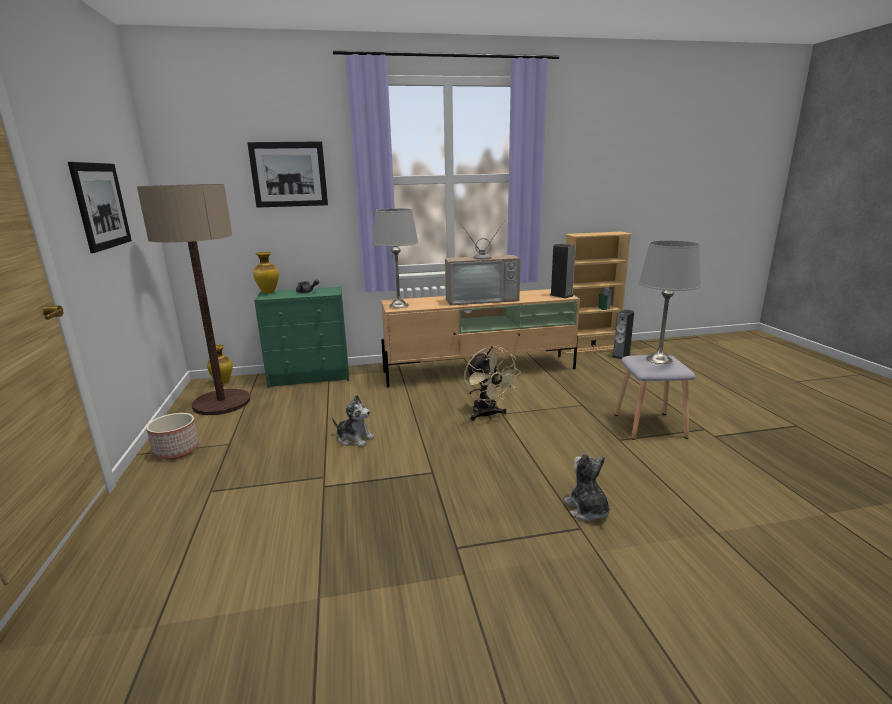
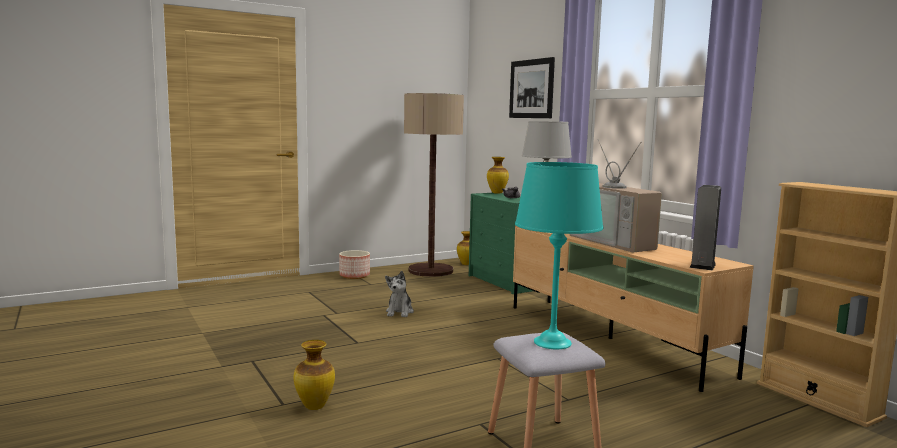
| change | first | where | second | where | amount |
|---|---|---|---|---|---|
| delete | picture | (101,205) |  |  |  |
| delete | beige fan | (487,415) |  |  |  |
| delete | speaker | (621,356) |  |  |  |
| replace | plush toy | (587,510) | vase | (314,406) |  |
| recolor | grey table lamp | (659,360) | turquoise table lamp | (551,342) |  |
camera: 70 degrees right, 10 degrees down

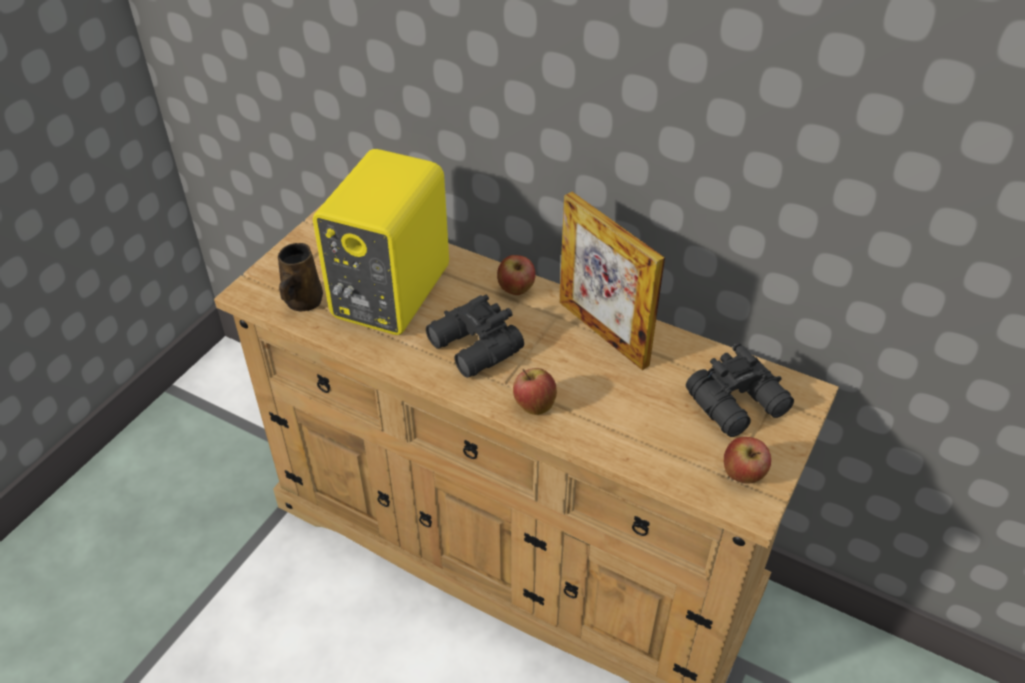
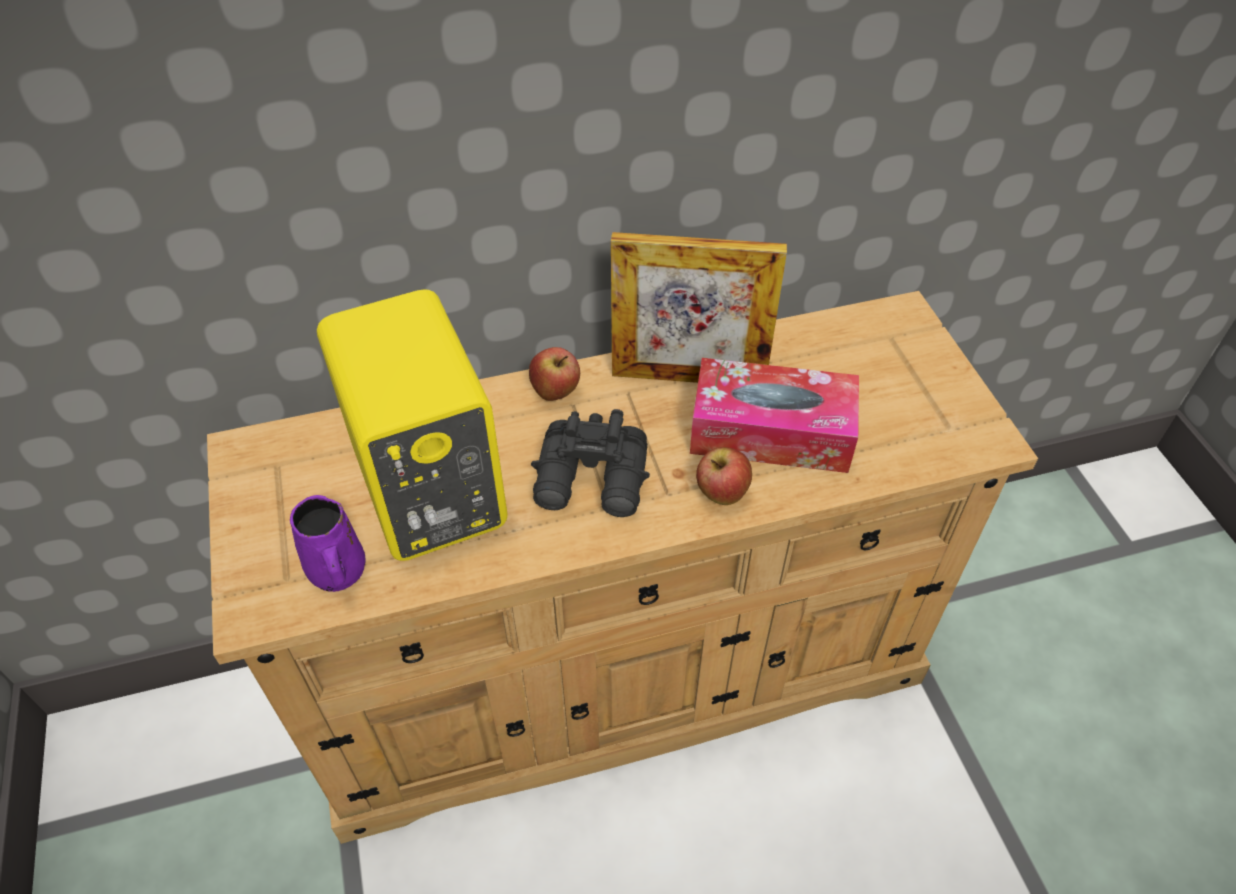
| change | first | where | second | where | amount |
|---|---|---|---|---|---|
| delete | black binoculars | (739,404) |  |  |  |
| delete | apple | (742,476) |  |  |  |
| insert |  |  | tissue box | (771,432) |  |
| recolor | brown mug | (302,302) | purple mug | (338,573) |  |
camera: 45 degrees left, 5 degrees up

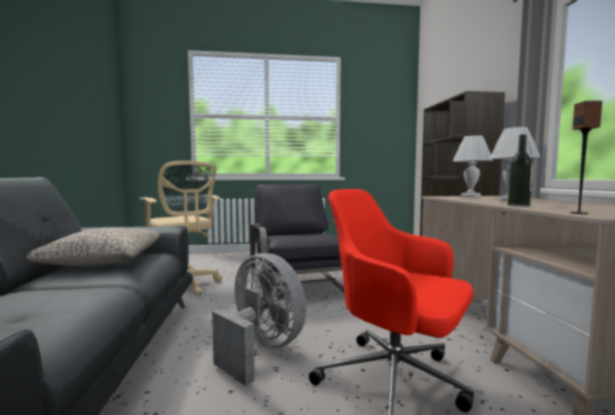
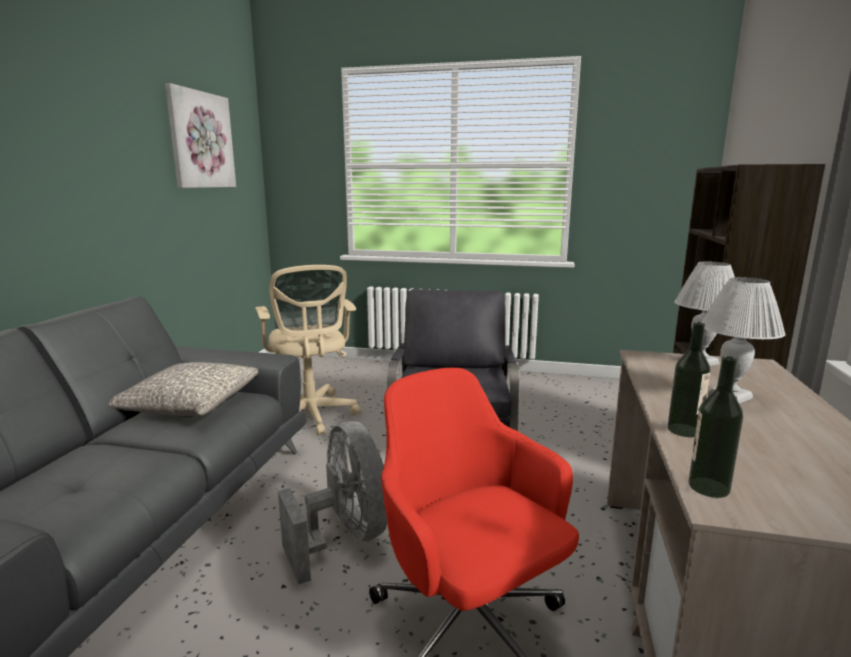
| change | first | where | second | where | amount |
|---|---|---|---|---|---|
| insert |  |  | picture | (200,140) |  |
| replace | speaker | (579,213) | bottle | (708,487) |  |
camera: 20 degrees right, 10 degrees up

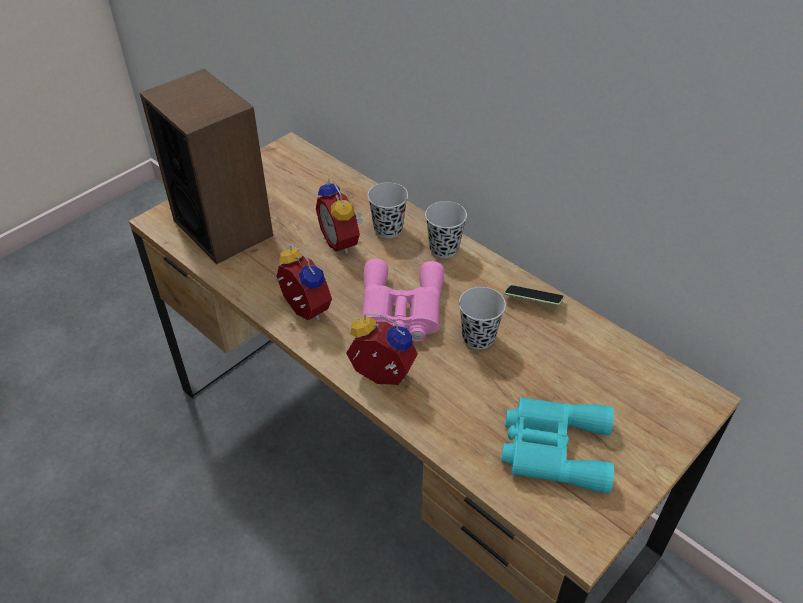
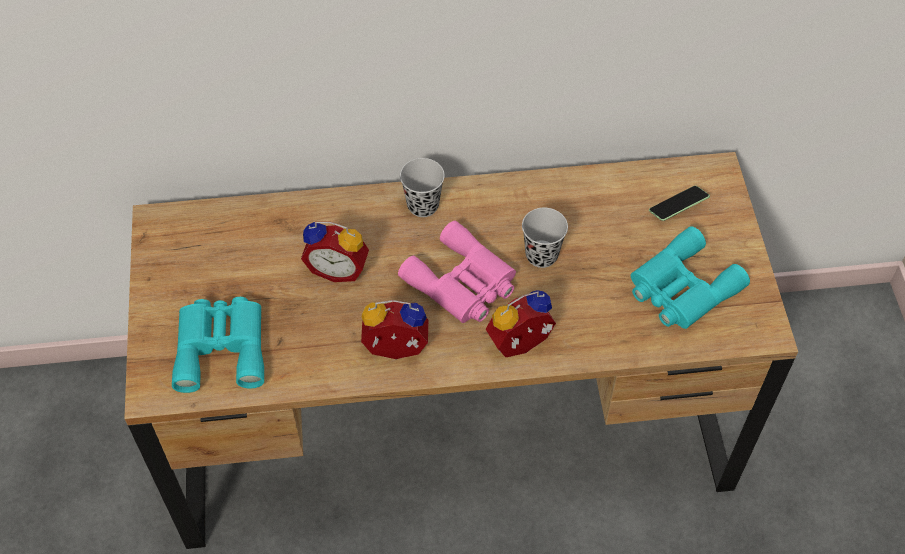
| change | first | where | second | where | amount |
|---|---|---|---|---|---|
| delete | black cup | (388,229) |  |  |  |
| move | phone | (533,301) |  | (677,208) |  |
| replace | speaker | (223,227) | turquoise binoculars | (222,346) |  |
camera: 50 degrees left, 10 degrees up

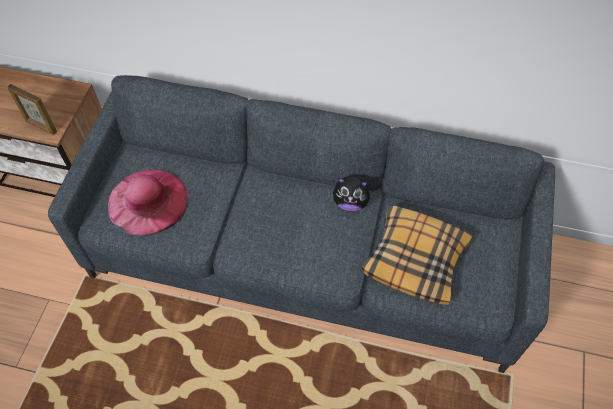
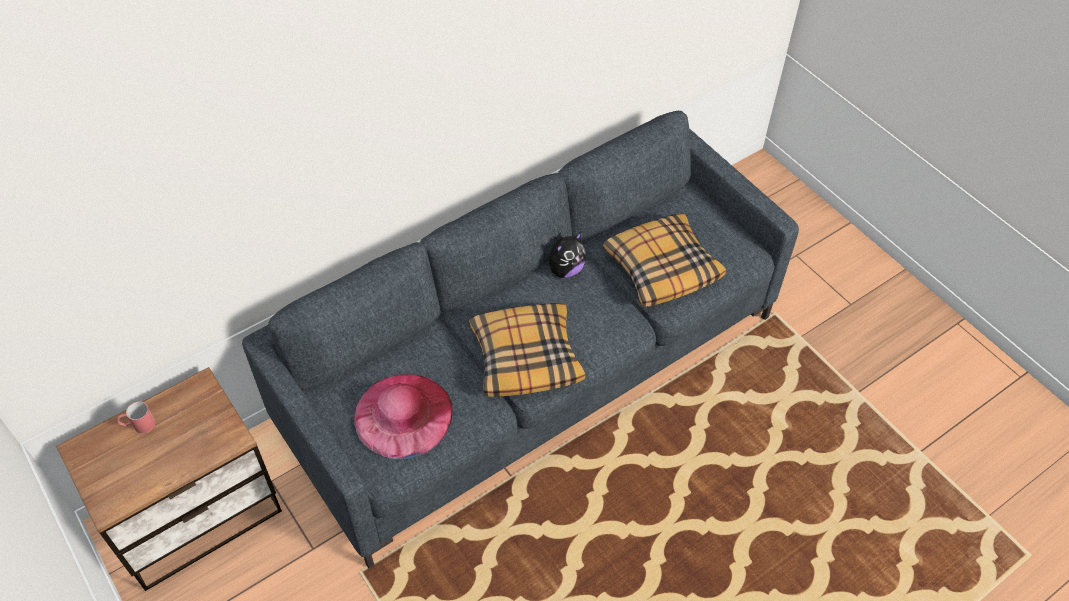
| change | first | where | second | where | amount |
|---|---|---|---|---|---|
| delete | picture frame | (41,126) |  |  |  |
| insert |  |  | red mug | (138,425) |  |
| insert |  |  | pillow | (525,357) |  |
camera: 50 degrees left, 5 degrees down

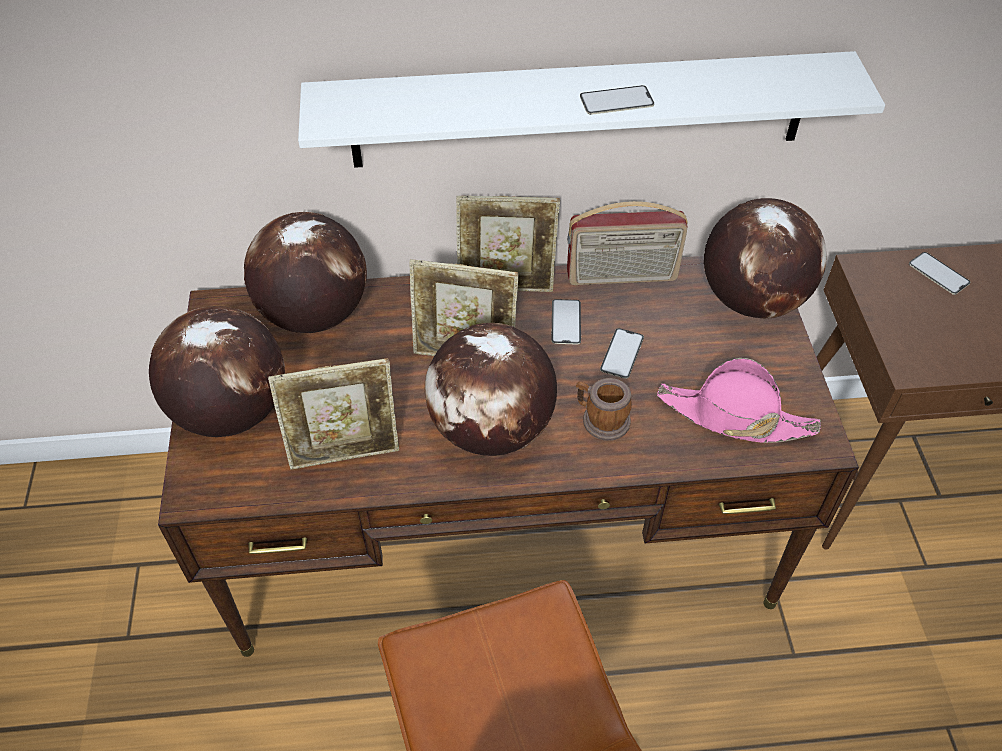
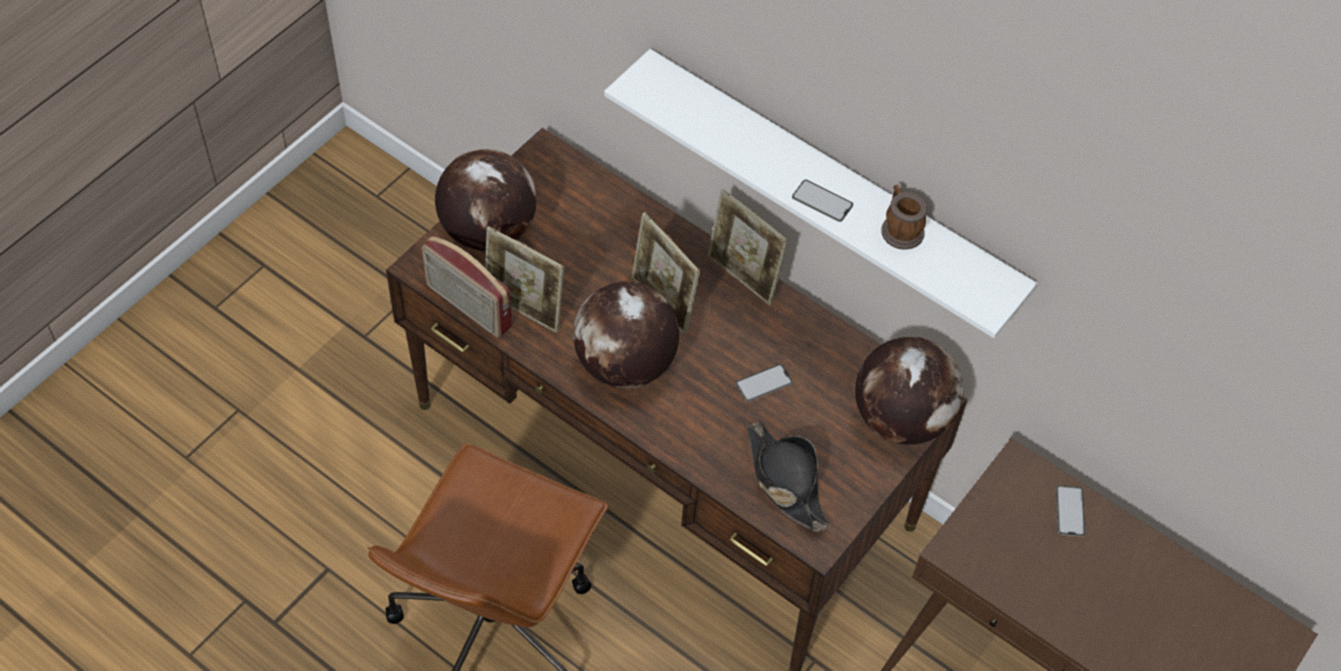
| change | first | where | second | where | amount |
|---|---|---|---|---|---|
| delete | globe | (313,314) |  |  |  |
| delete | phone | (566,322) |  |  |  |
| move | radio | (622,277) |  | (467,307) |  |
| move | mug | (601,419) |  | (900,228) |  |
| recolor | pink hat | (734,416) | black hat | (785,480) |  |
camera: 40 degrees right, 5 degrees up

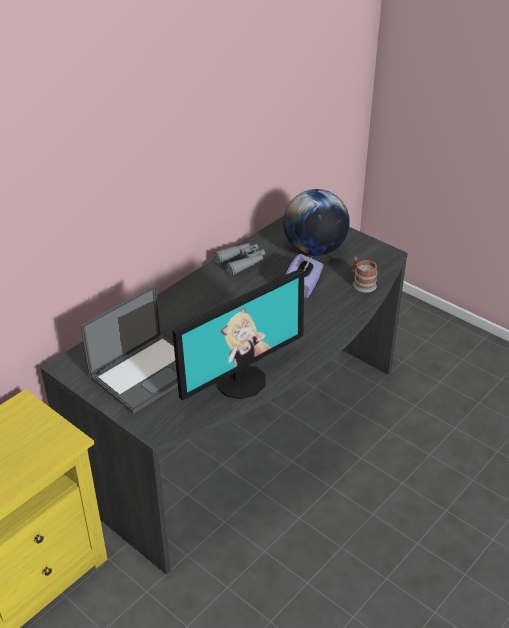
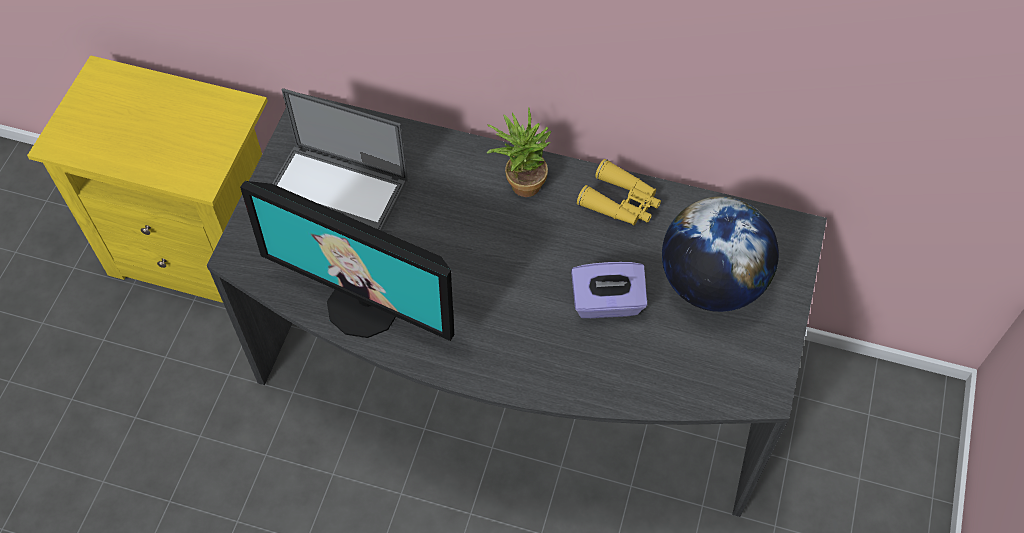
| change | first | where | second | where | amount |
|---|---|---|---|---|---|
| delete | mug | (362,283) |  |  |  |
| insert |  |  | potted plant | (520,182) |  |
| recolor | grey binoculars | (241,262) | yellow binoculars | (621,202) |  |
camera: 65 degrees right, 20 degrees up

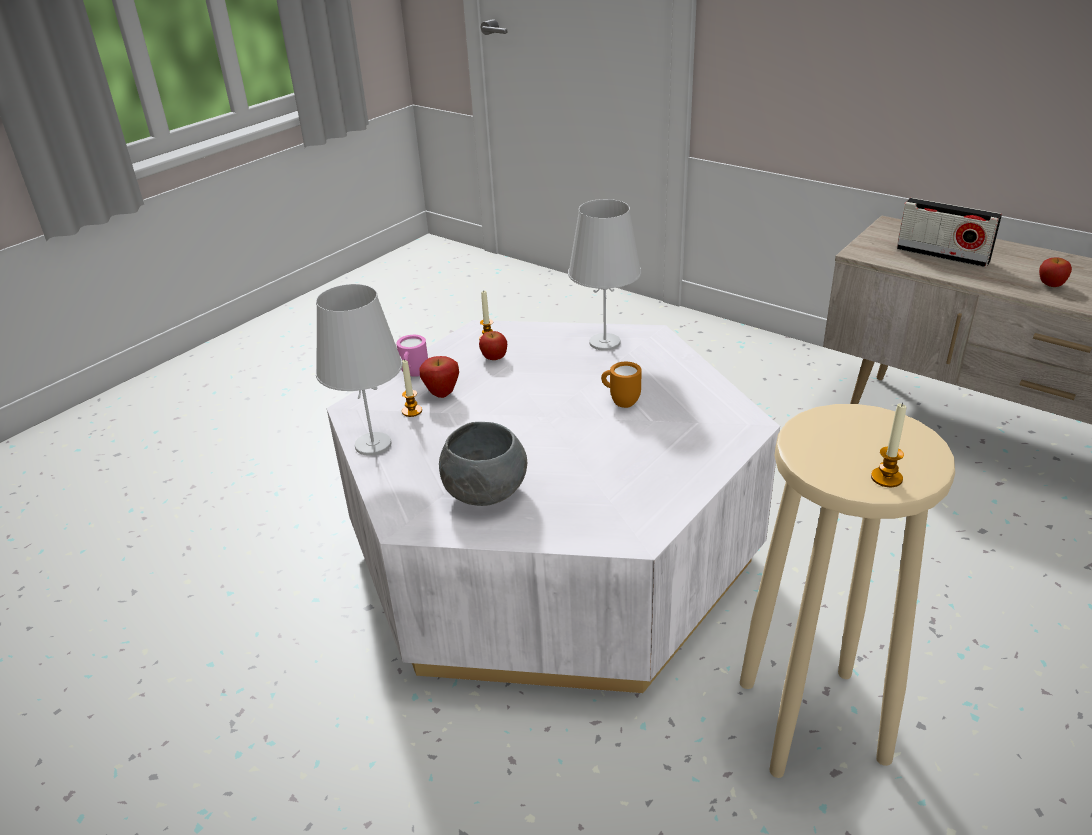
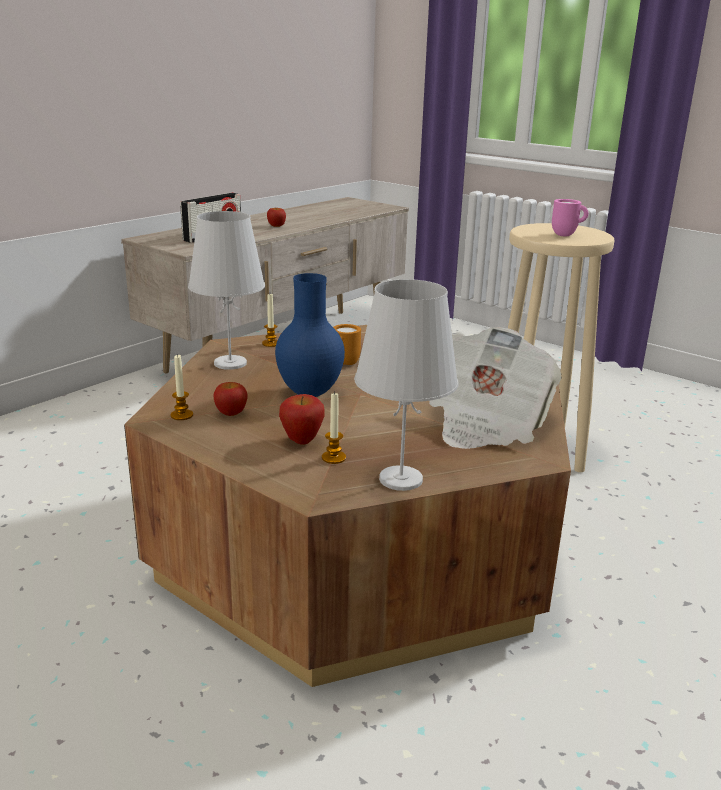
| change | first | where | second | where | amount |
|---|---|---|---|---|---|
| insert |  |  | blue vase | (310,394) |  |
| move | pink mug | (414,375) |  | (567,235) |  |
| move | candle | (886,478) |  | (271,343) |  |
| replace | grey bowl | (484,493) | newspaper | (486,422) |  |
| recolor | white coffee table | (552,551) | brown coffee table | (356,545) |  |
camera: 90 degrees left, 10 degrees down

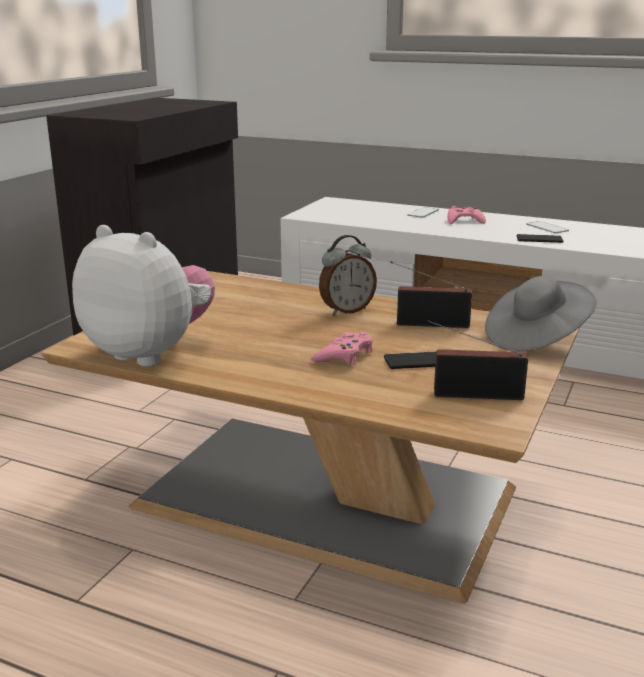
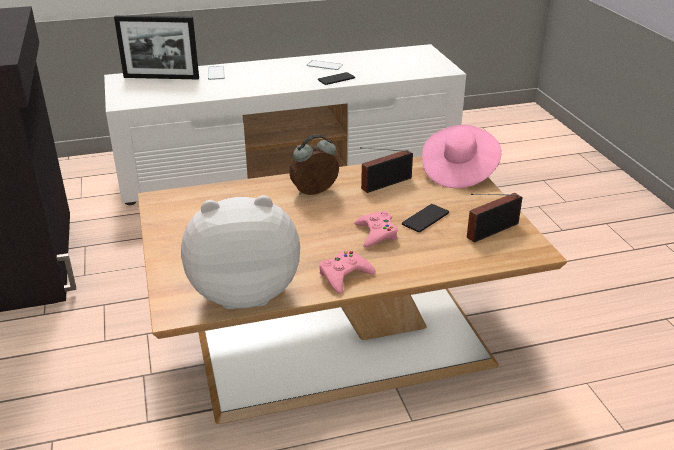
| change | first | where | second | where | amount |
|---|---|---|---|---|---|
| insert |  |  | picture frame | (161,77) |  |
| move | pink game controller | (464,221) |  | (344,276) |  |
| recolor | grey hat | (536,338) | pink hat | (458,172) |  |
| rotate | alarm clock | (346,310) |  | (315,193) | 135 degrees counterclockwise |
camera: 40 degrees left, 10 degrees up

